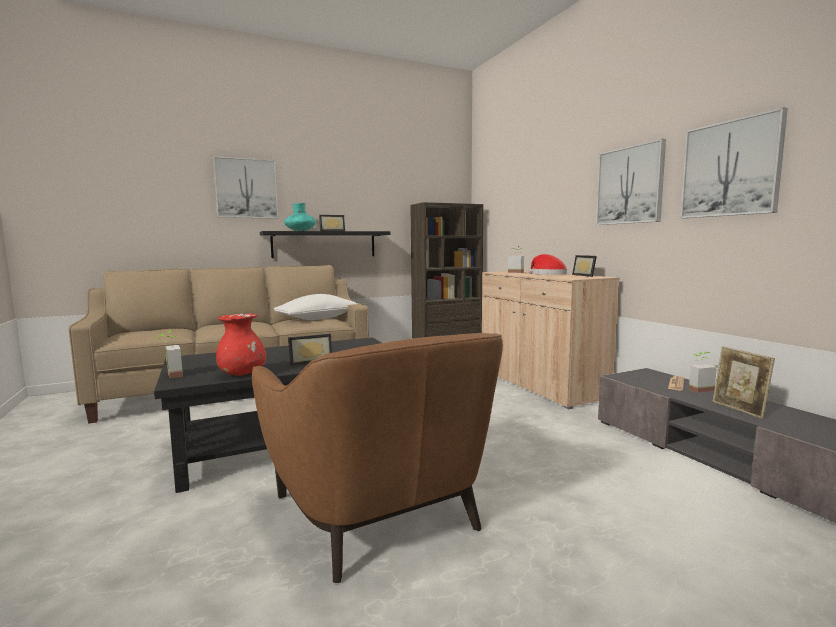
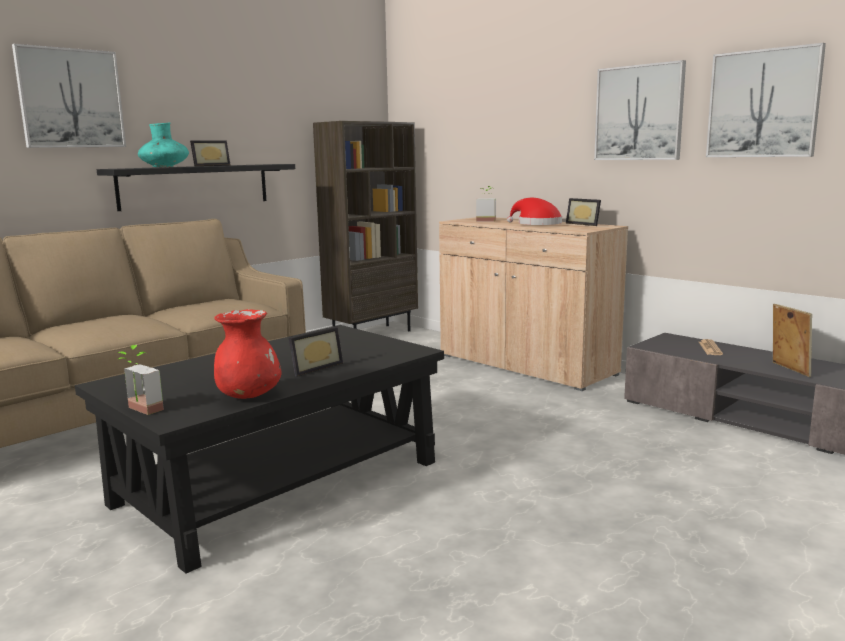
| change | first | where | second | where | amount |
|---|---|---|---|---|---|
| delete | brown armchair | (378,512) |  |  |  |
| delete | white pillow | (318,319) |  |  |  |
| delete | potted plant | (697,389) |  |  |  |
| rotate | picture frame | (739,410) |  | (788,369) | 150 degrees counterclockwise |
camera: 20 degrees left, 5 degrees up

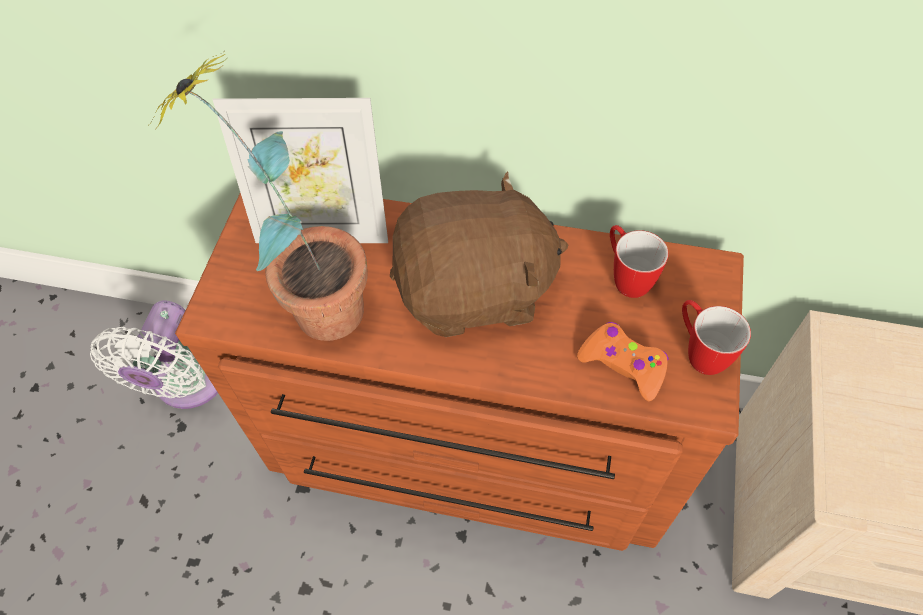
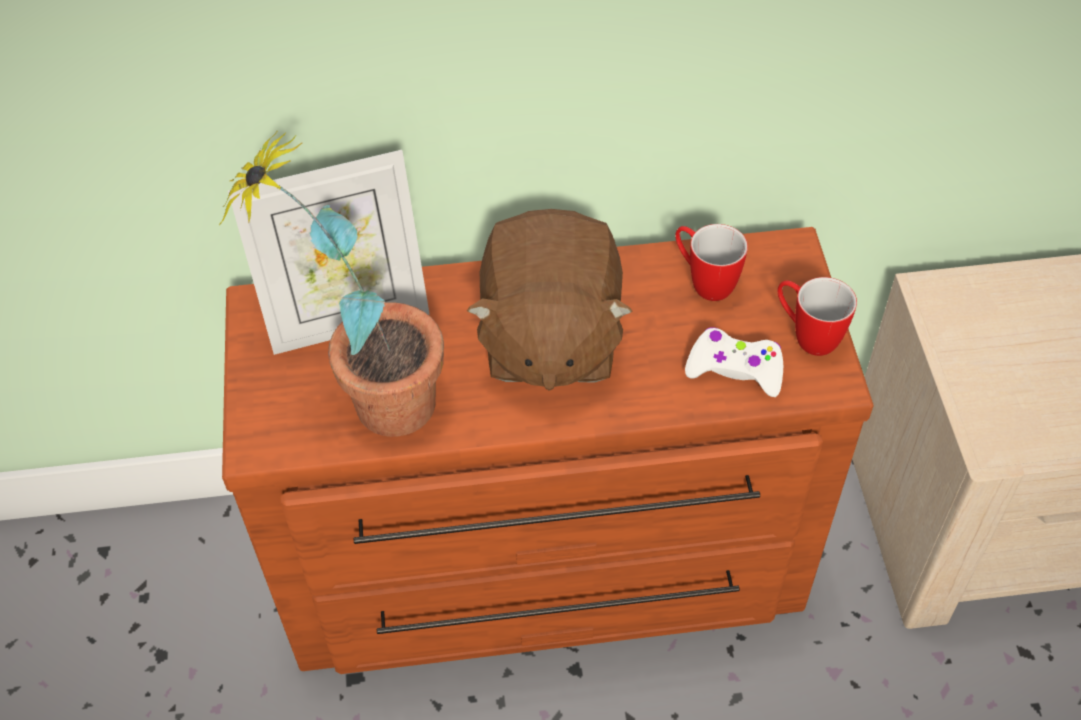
| change | first | where | second | where | amount |
|---|---|---|---|---|---|
| delete | white fan | (187,383) |  |  |  |
| recolor | orange game controller | (623,364) | white game controller | (735,369) |  |
| rotate | brown plush toy | (475,291) |  | (549,339) | 120 degrees clockwise |
camera: 20 degrees left, 5 degrees down

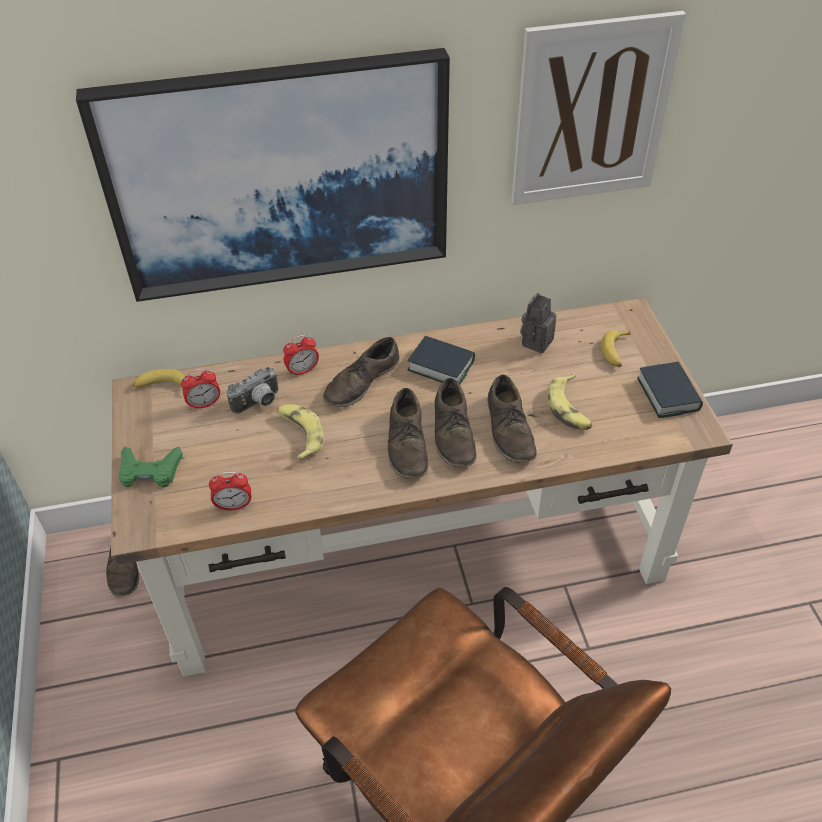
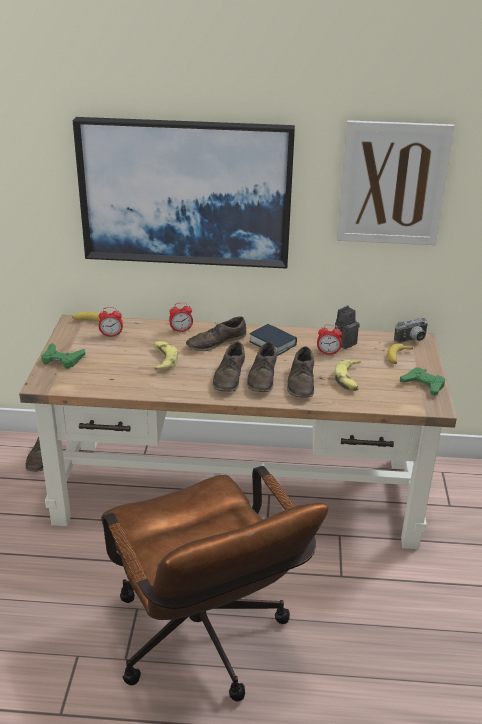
| change | first | where | second | where | amount |
|---|---|---|---|---|---|
| move | alarm clock | (234,506) |  | (328,353) |  |
| move | photo camera | (258,404) |  | (412,341) |  |
| replace | book | (668,394) | green game controller | (423,385) |  |
camera: 15 degrees right, 15 degrees down

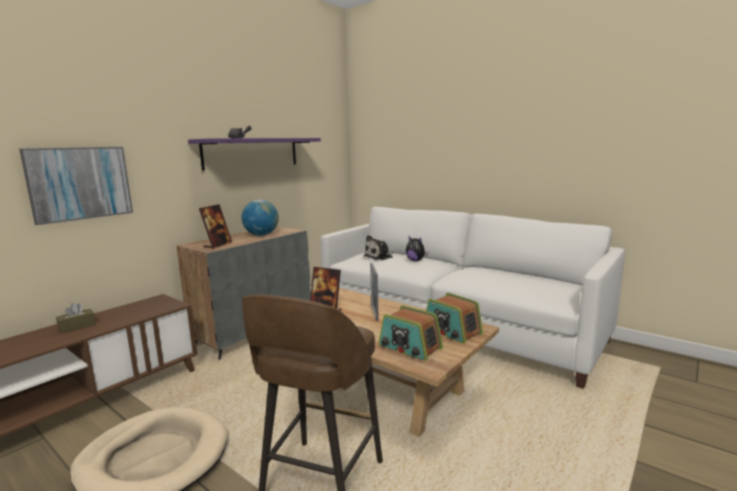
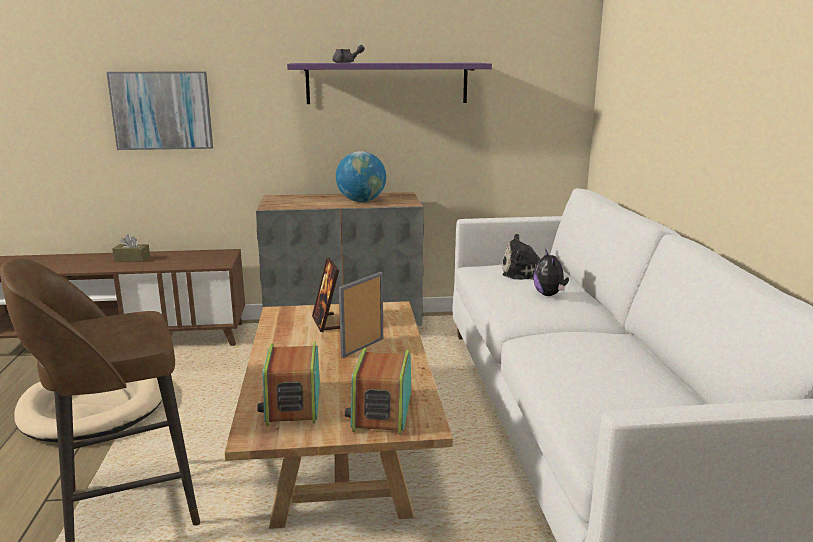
| change | first | where | second | where | amount |
|---|---|---|---|---|---|
| delete | picture frame | (217,245) |  |  |  |
camera: 45 degrees right, 5 degrees up

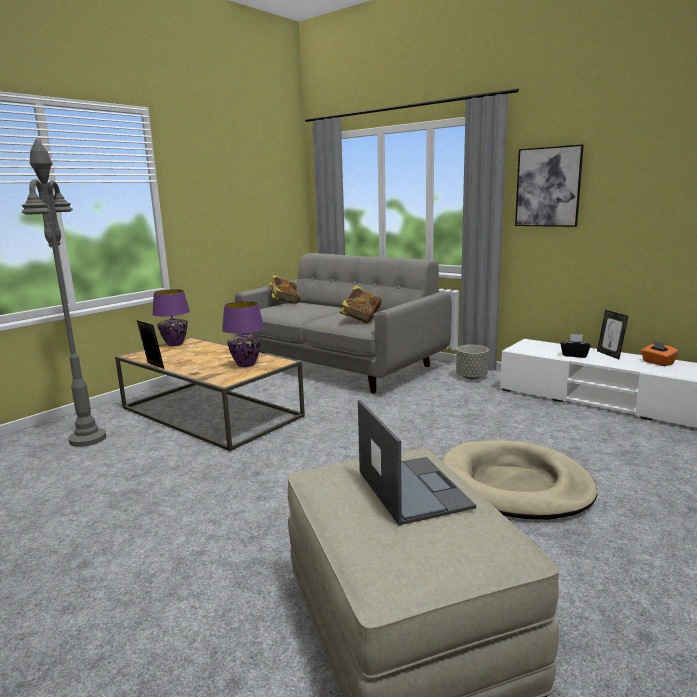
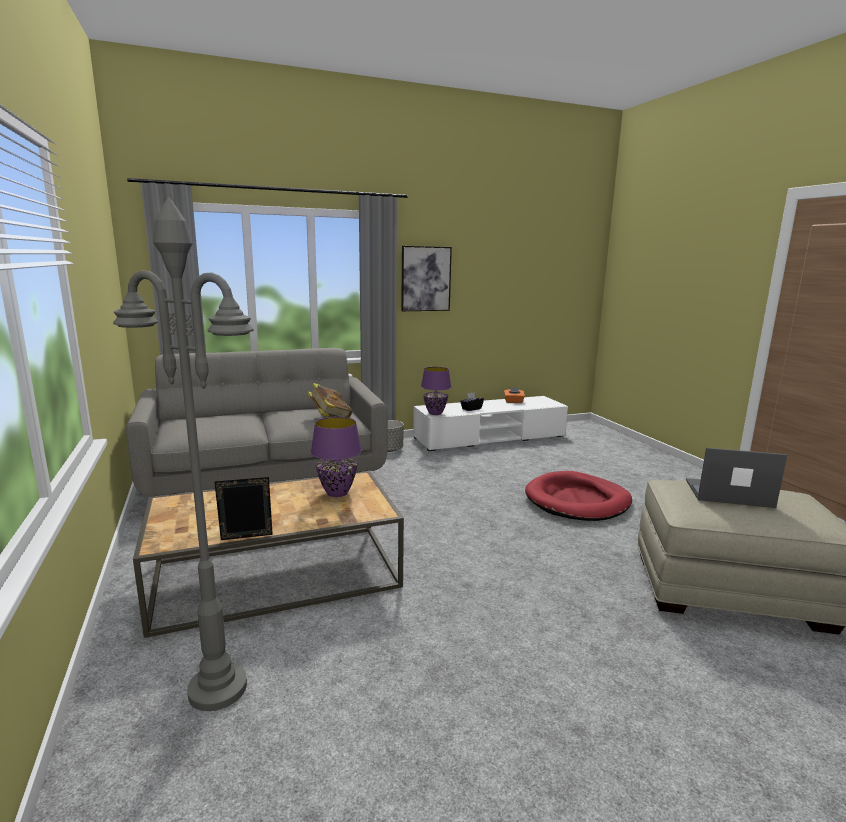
| change | first | where | second | where | amount |
|---|---|---|---|---|---|
| delete | book | (284,303) |  |  |  |
| delete | picture frame | (610,355) |  |  |  |
| move | purple table lamp | (175,344) |  | (435,413) |  |
| recolor | beige dog bed | (514,485) | red dog bed | (577,501) |  |
camera: 60 degrees left, 0 degrees up

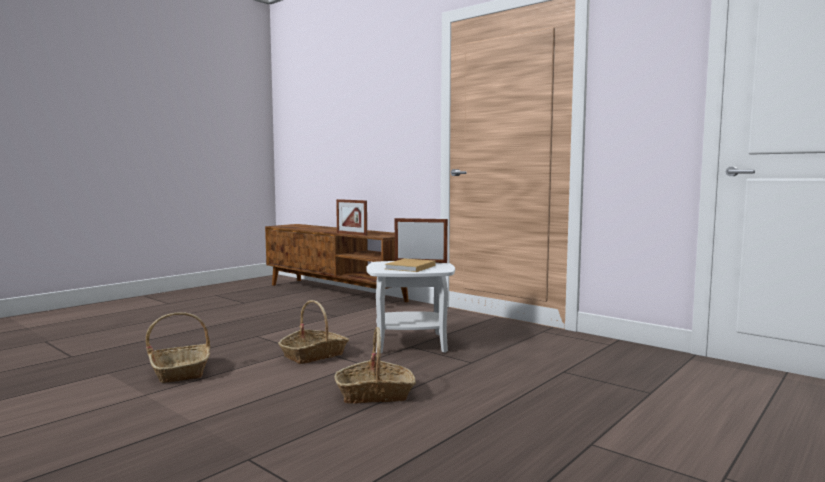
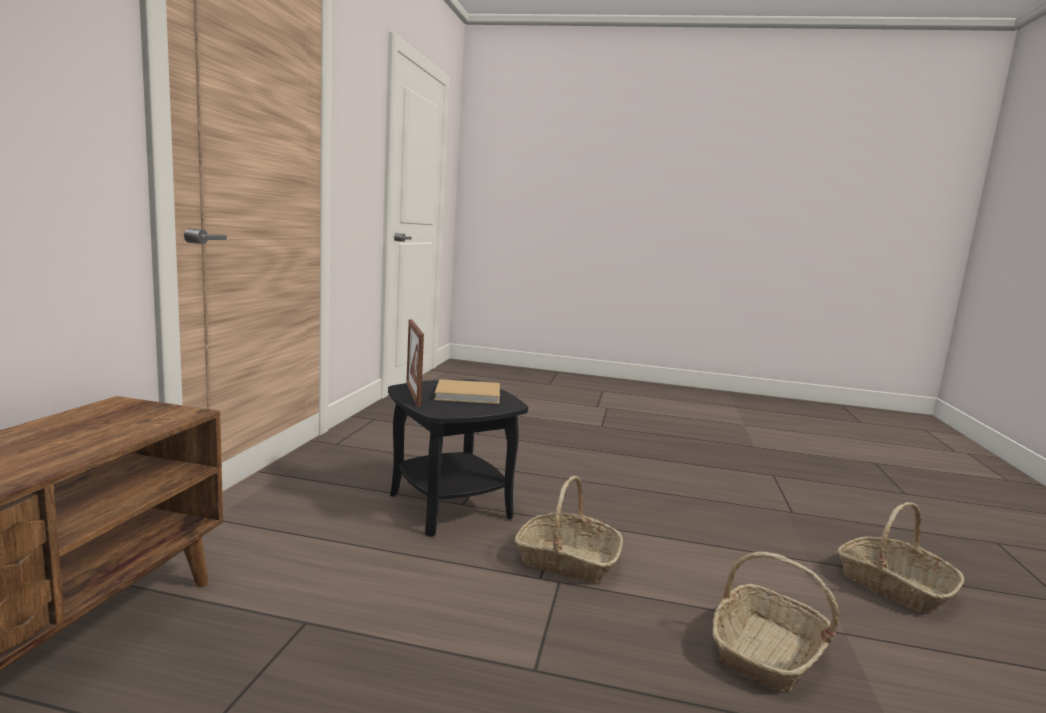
| change | first | where | second | where | amount |
|---|---|---|---|---|---|
| delete | picture frame | (351,234) |  |  |  |
| move | basket | (375,394) |  | (893,586) |  |
| recolor | white side table | (410,343) | black side table | (450,506) |  |
camera: 120 degrees left, 5 degrees up

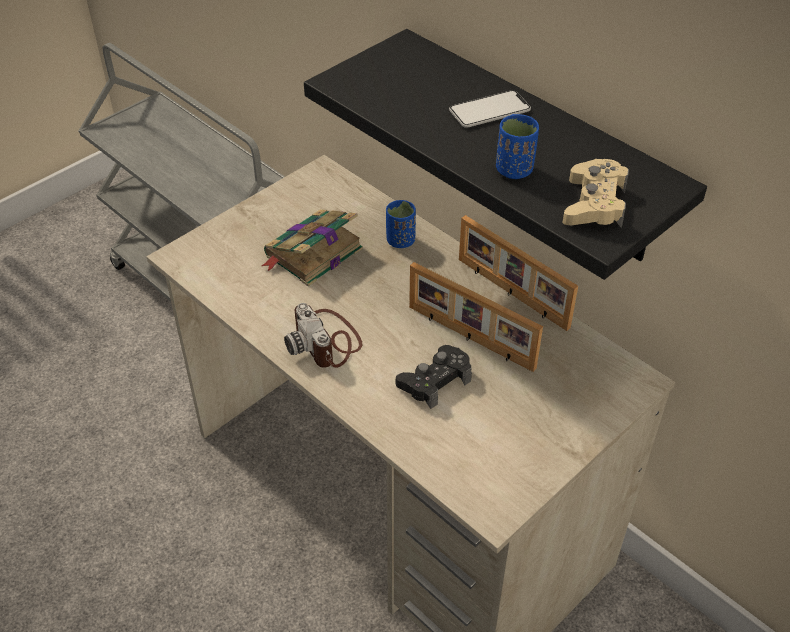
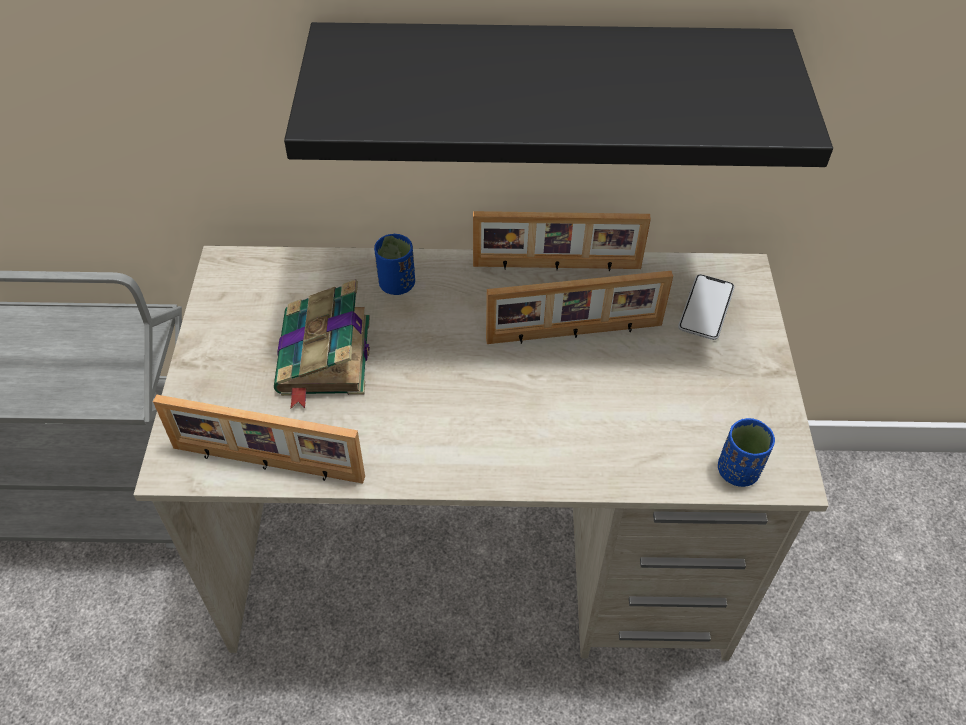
| change | first | where | second | where | amount |
|---|---|---|---|---|---|
| delete | photo camera | (326,341) |  |  |  |
| delete | black game controller | (435,381) |  |  |  |
| delete | beige game controller | (594,204) |  |  |  |
| insert |  |  | picture frame | (267,465) |  |
| move | phone | (489,110) |  | (706,308) |  |
| move | blue cup | (514,170) |  | (738,471) |  |
camera: 45 degrees left, 5 degrees up

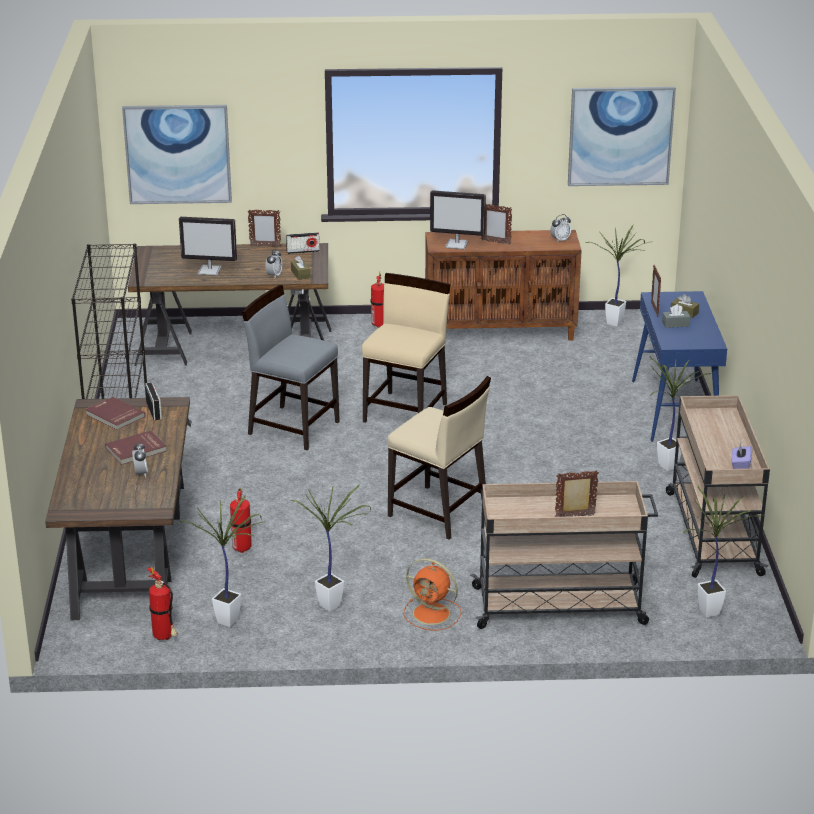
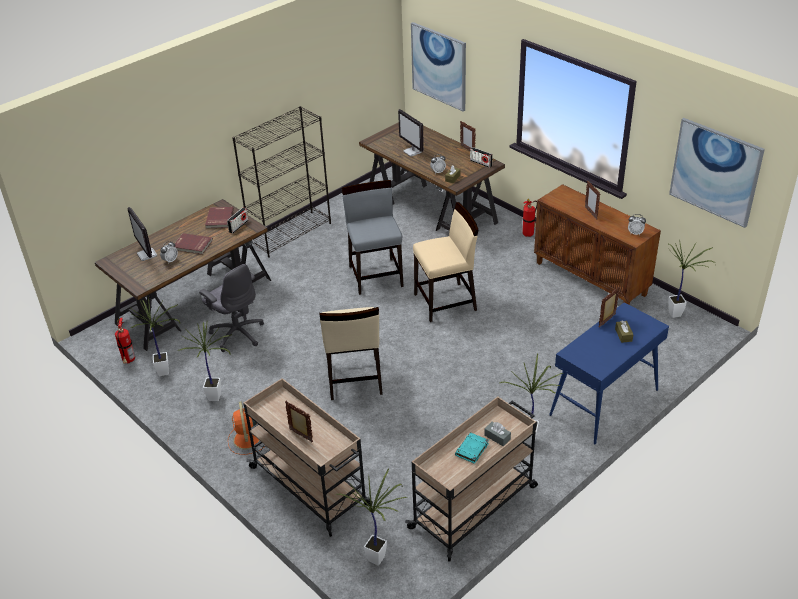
| change | first | where | second | where | amount |
|---|---|---|---|---|---|
| delete | purple tissue box | (740,466) |  |  |  |
| insert |  |  | turquoise book | (472,450) |  |
| move | monitor | (457,244) |  | (147,255) |  |
| move | grey tissue box | (675,324) |  | (497,437) |  |
| replace | fire extinguisher | (242,547) | grey office chair | (237,333) |  |
camera: 50 degrees right, 10 degrees up

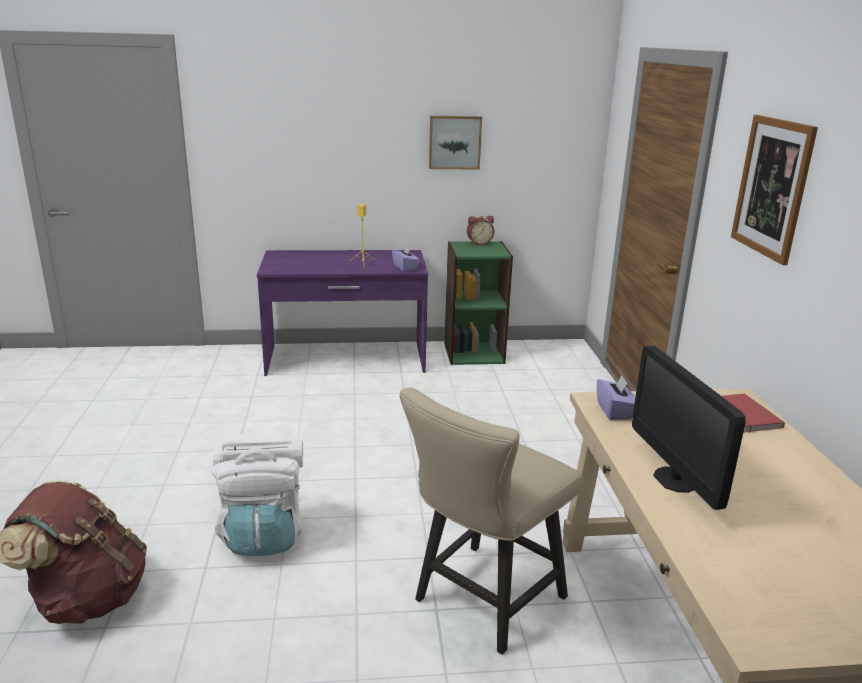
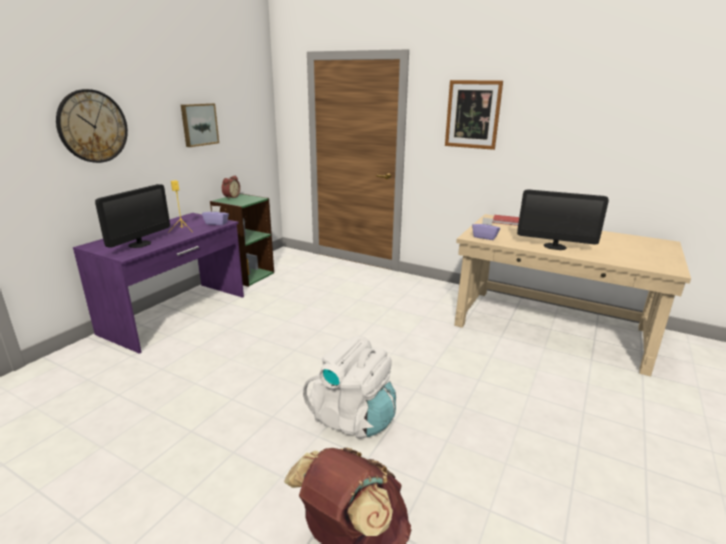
| change | first | where | second | where | amount |
|---|---|---|---|---|---|
| delete | beige chair | (482,603) |  |  |  |
| insert |  |  | wall clock | (92,126) |  |
| insert |  |  | monitor | (139,244) |  |
camera: 55 degrees left, 0 degrees up

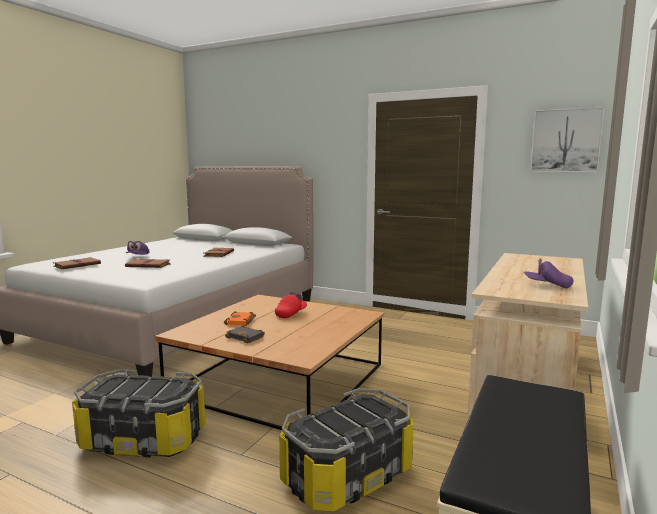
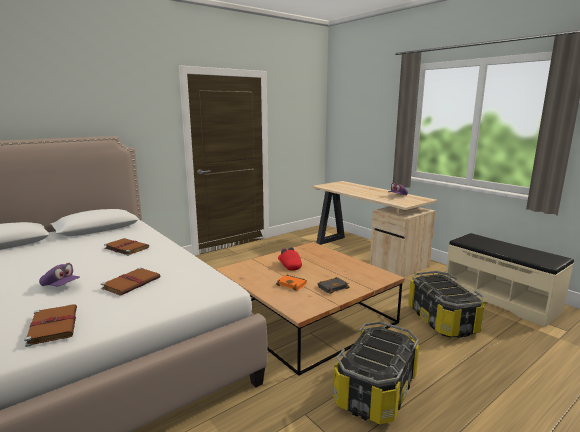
| change | first | where | second | where | amount |
|---|---|---|---|---|---|
| delete | picture | (566,140) |  |  |  |
camera: 65 degrees left, 5 degrees up

